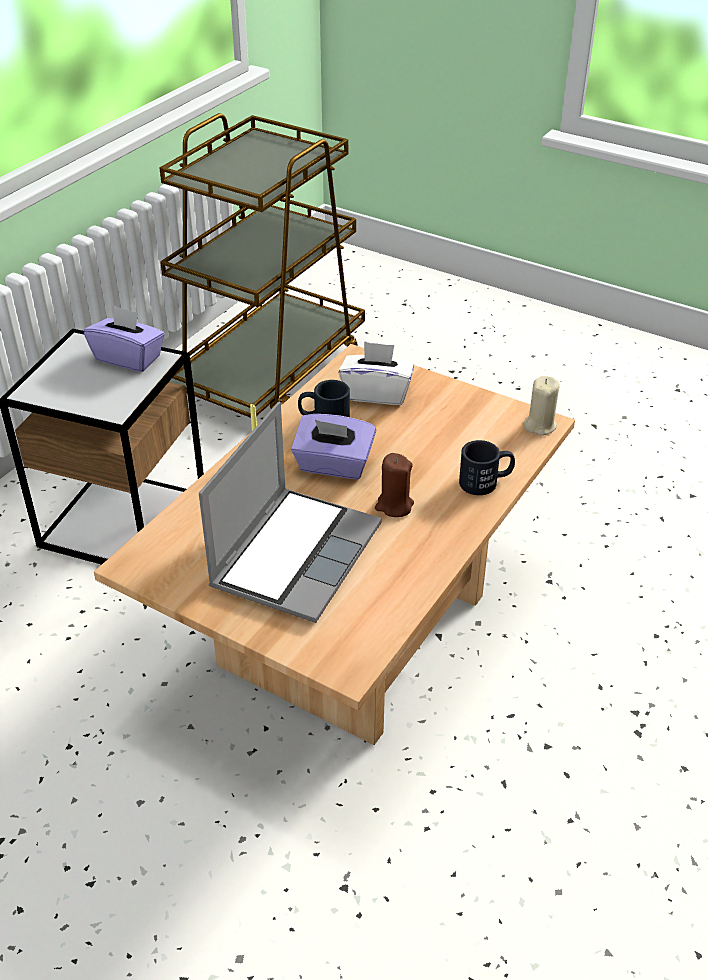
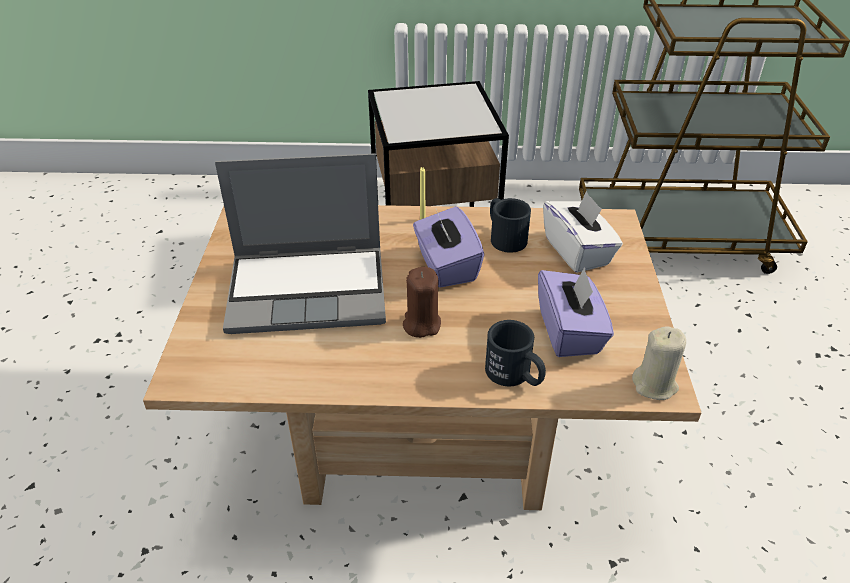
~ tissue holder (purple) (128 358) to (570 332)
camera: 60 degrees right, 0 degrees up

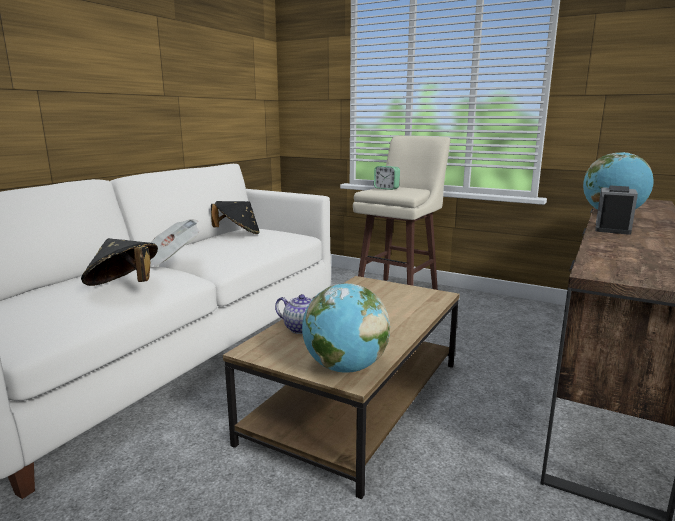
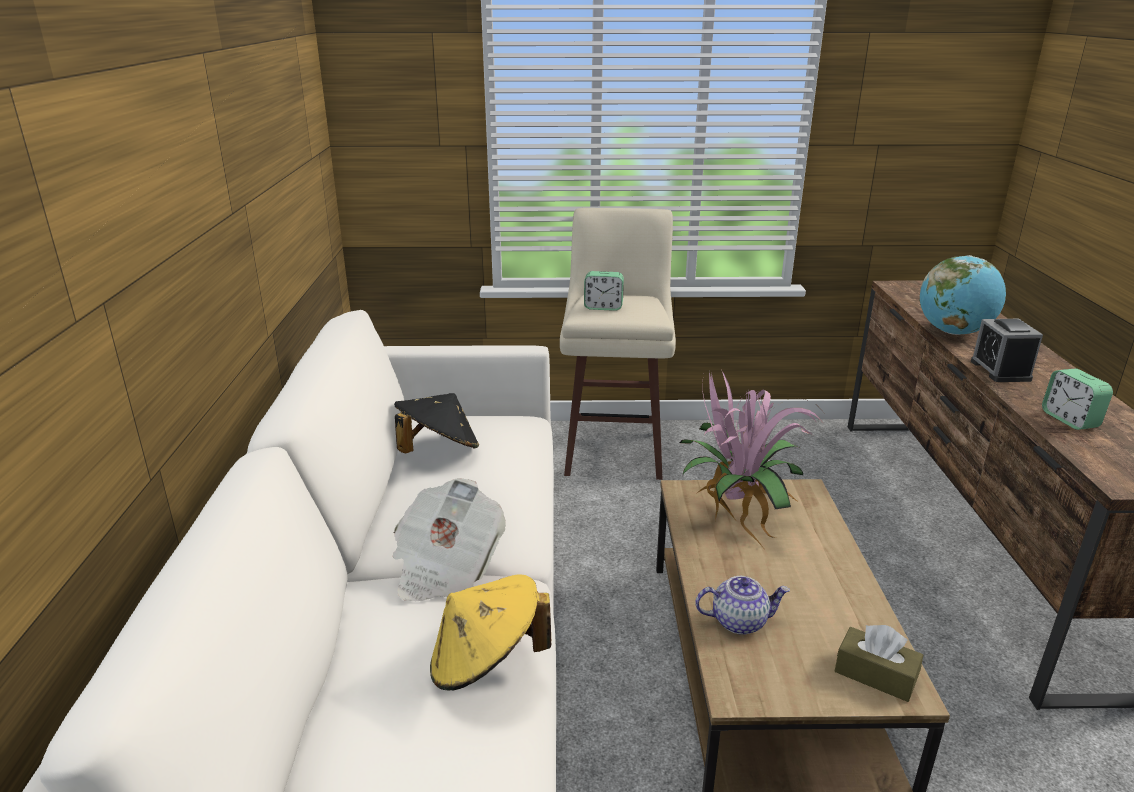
+ potted plant (738 514)
+ bedside clock (1070 420)
~ desk globe (345 368) to tissue holder (brown-coloured) (875 675)
~ clothing hat (black-coloured) (124 287) to clothing hat (yellow) (486 663)
camera: 30 degrees left, 10 degrees up

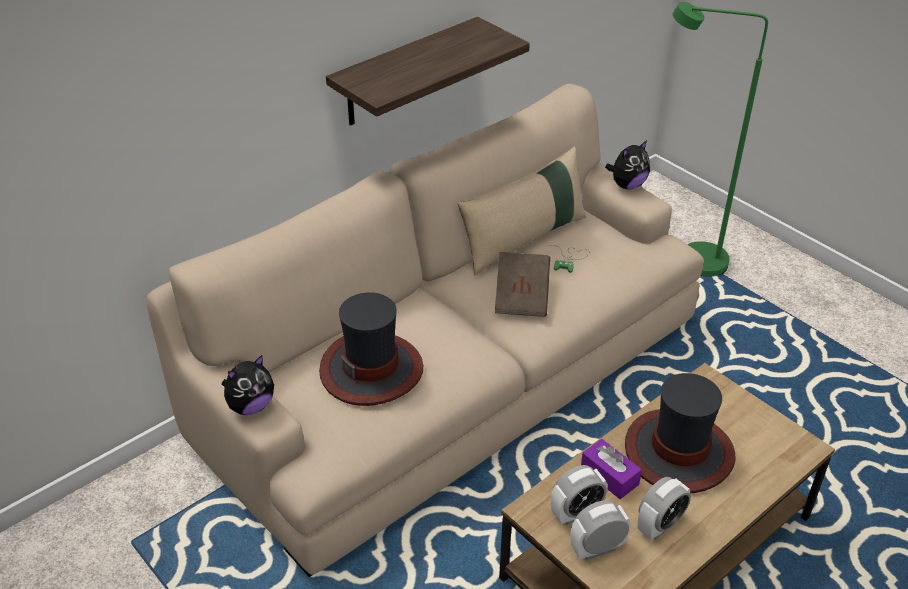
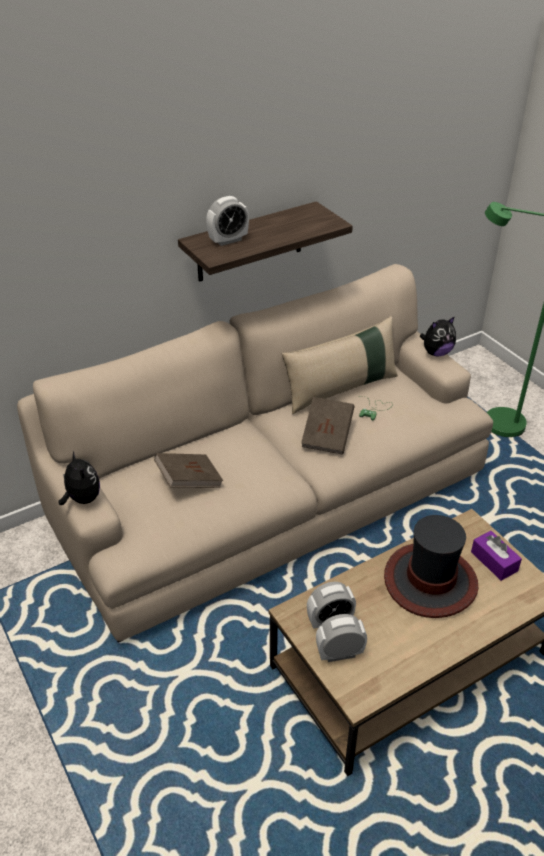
~ tissue holder (purple) (609 476) to (494 561)
~ bedside clock (659 525) to (228 240)
~ clothing hat (372 369) to book (brown-coloured) (189 481)
~ cuddly toy (250 406) = (82 499) 90 degrees counterclockwise
camera: 10 degrees right, 0 degrees up

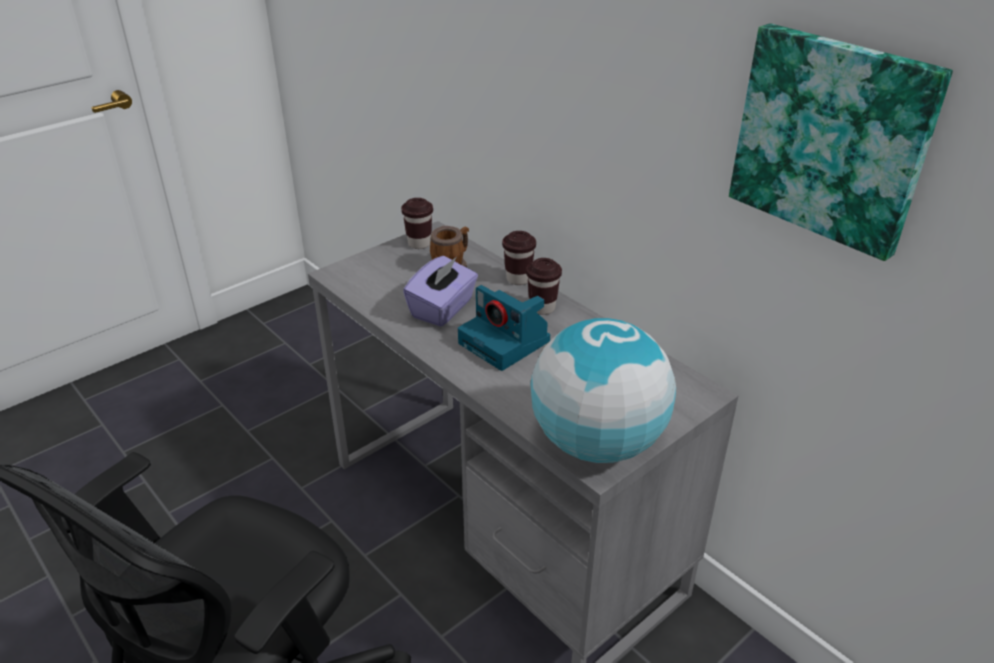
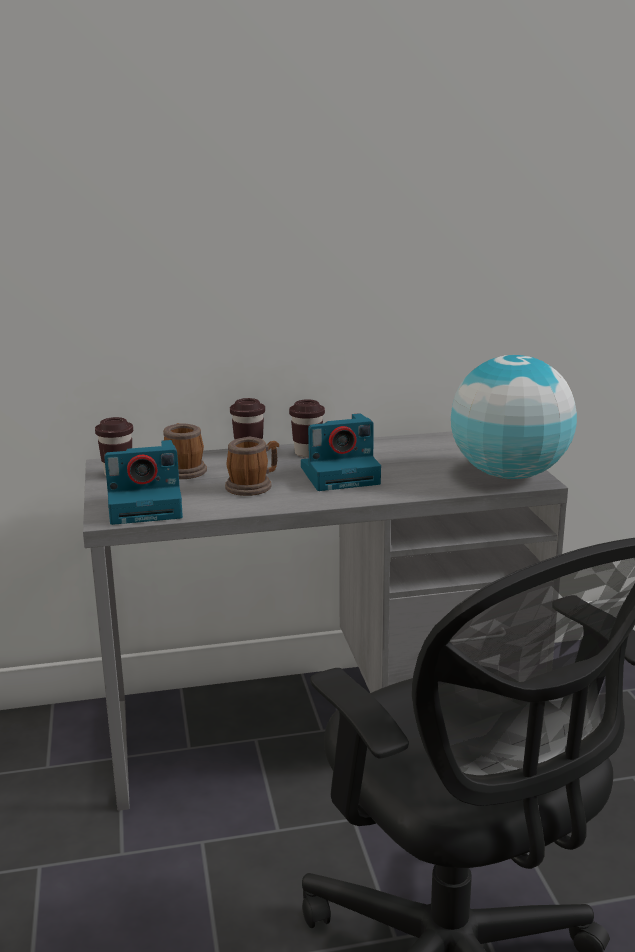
- wall picture (832 138)
+ photo camera (147 506)
~ tissue holder (purple) (443 309) to mug (253 486)
camera: 60 degrees left, 15 degrees down

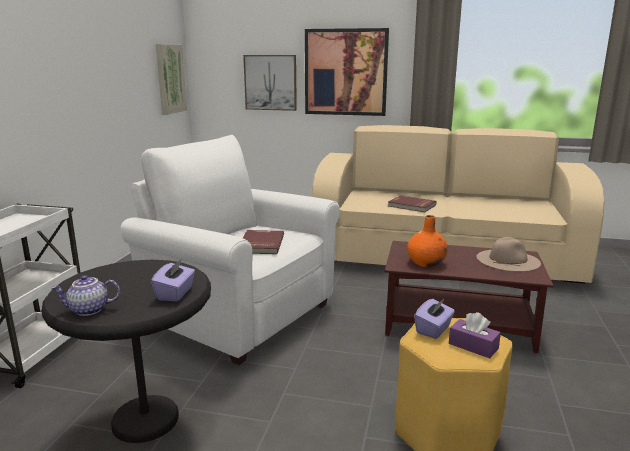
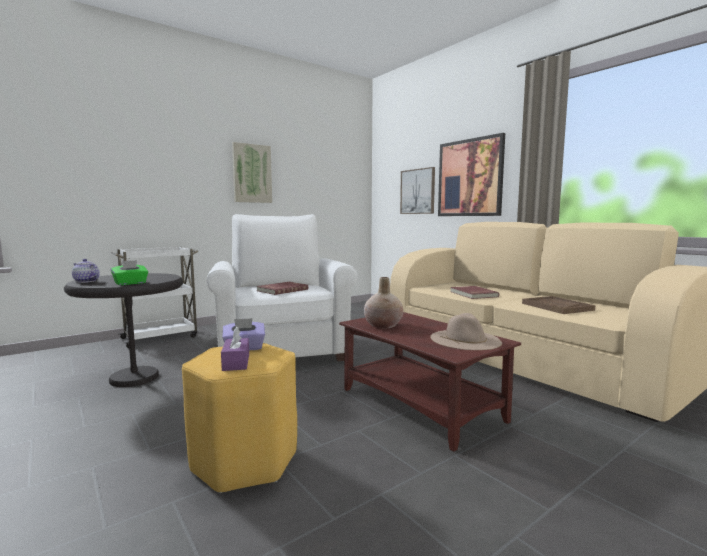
+ carrying tray (brown-coloured) (556 307)
~ wall picture (170 79) to (252 173)
~ tissue holder (purple) (175 293) to tissue holder (greenish) (130 283)
~ flower vase (orange) (426 262) to flower vase (beige-coloured) (383 325)
camera: 40 degrees right, 10 degrees down

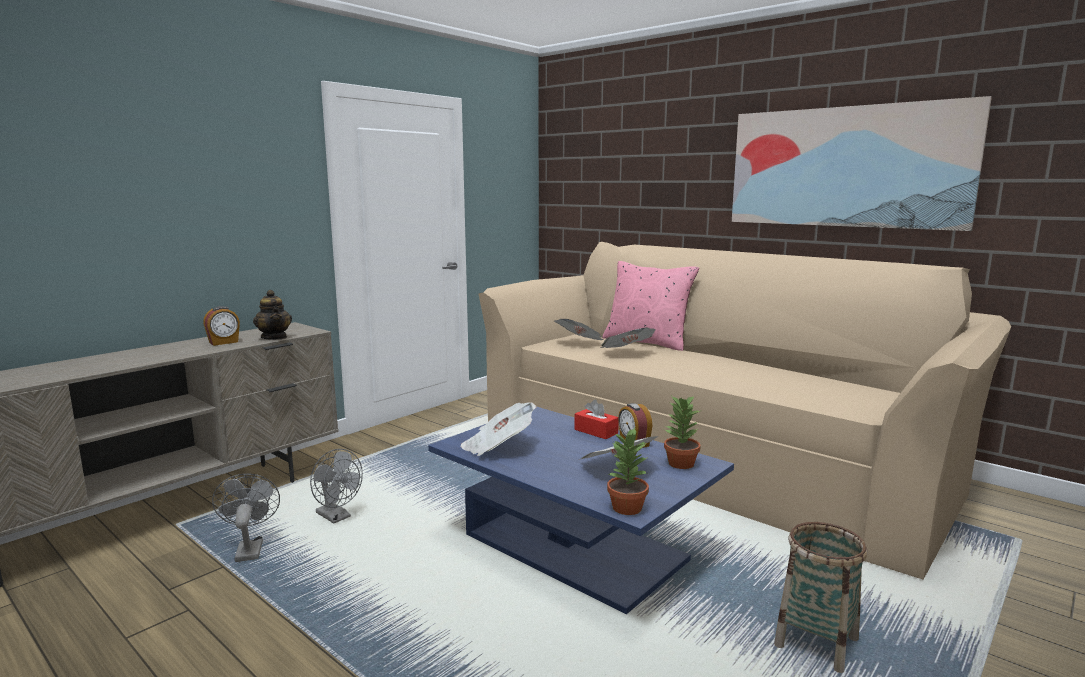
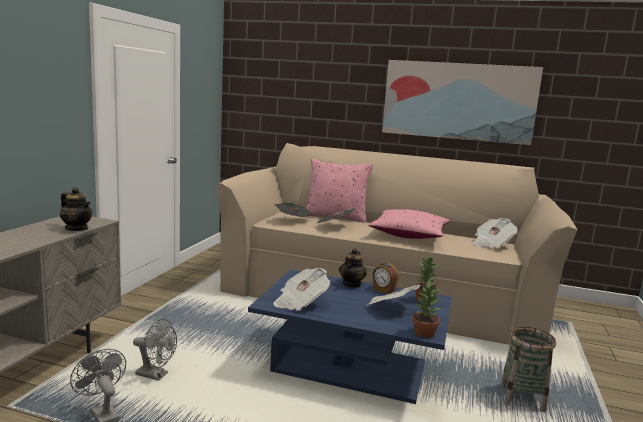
- bedside clock (224 342)
+ throw pillow (pink) (409 235)
+ newspaper (491 244)
~ tissue holder (red) (596 431) to pot for tea (352 284)
camera: 25 degrees left, 0 degrees up

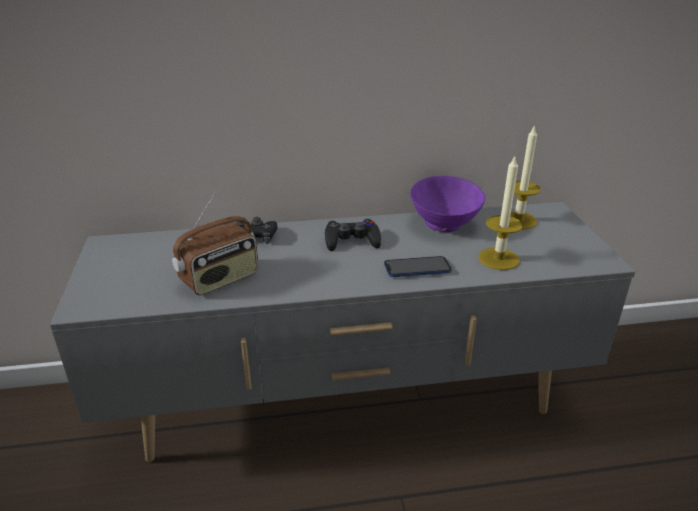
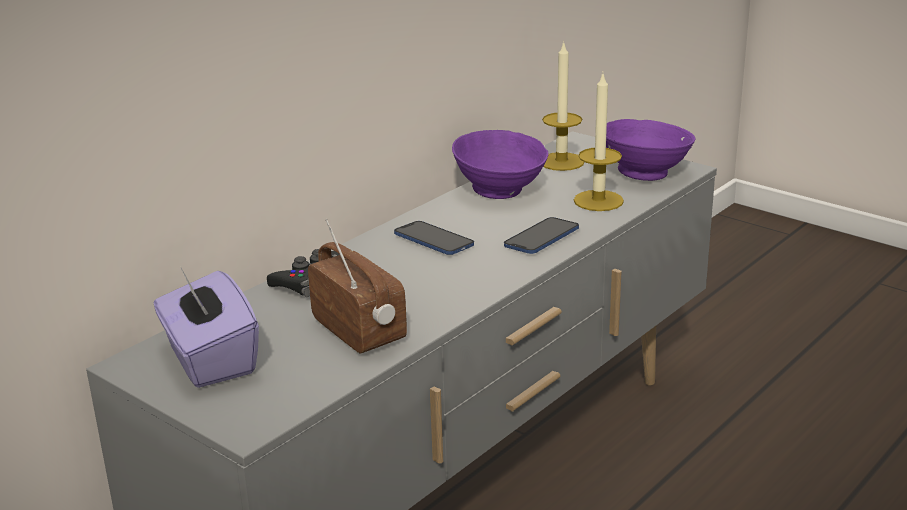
+ tissue holder (purple) (210 360)
+ deep dish (purple) (646 173)
~ joypad (black-coloured) (352 240) to phone (433 240)
~ radio (220 279) = (360 331) 45 degrees counterclockwise
camera: 40 degrees left, 5 degrees down

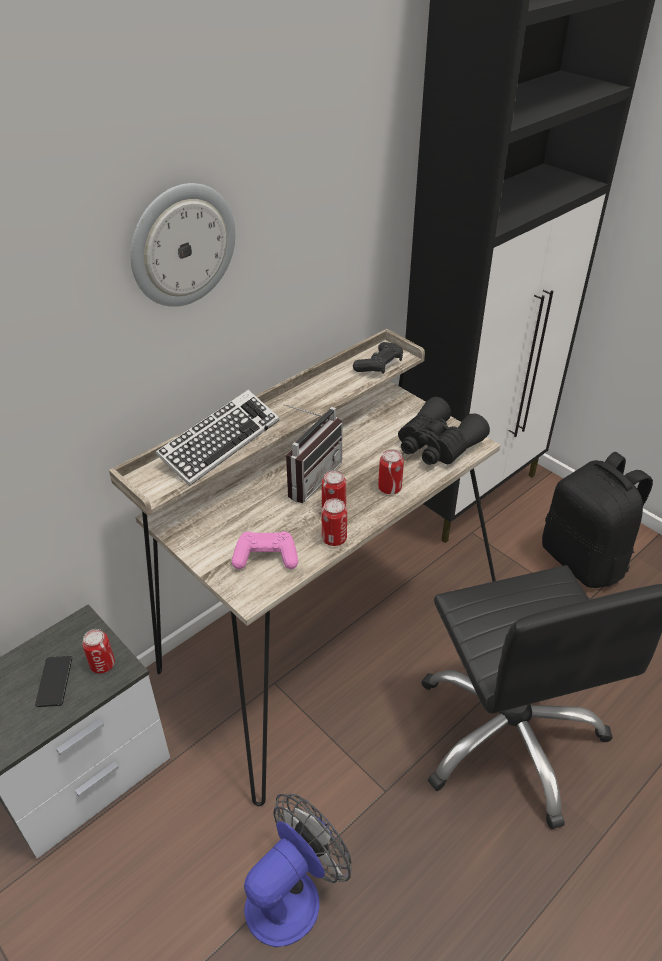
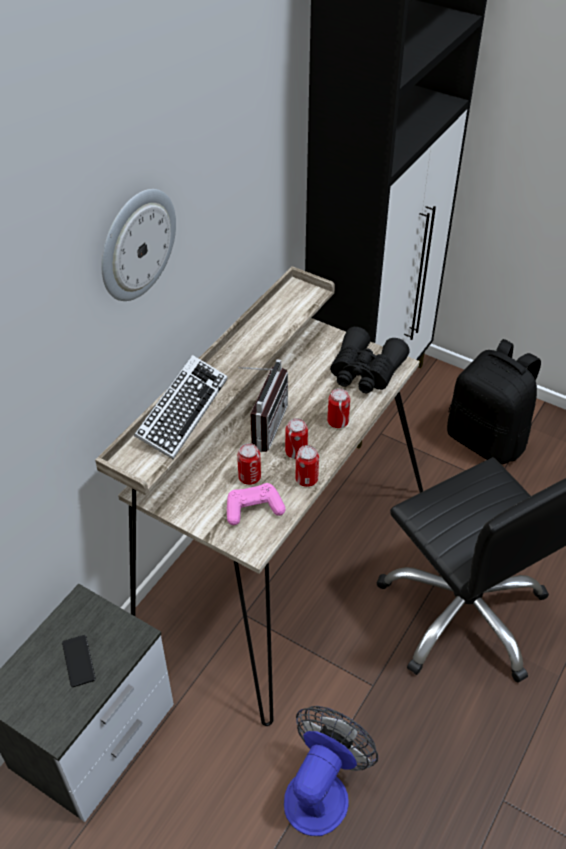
- joypad (black-coloured) (379 365)
~ sealed can (102 664) to (249 477)
camera: 15 degrees left, 5 degrees up

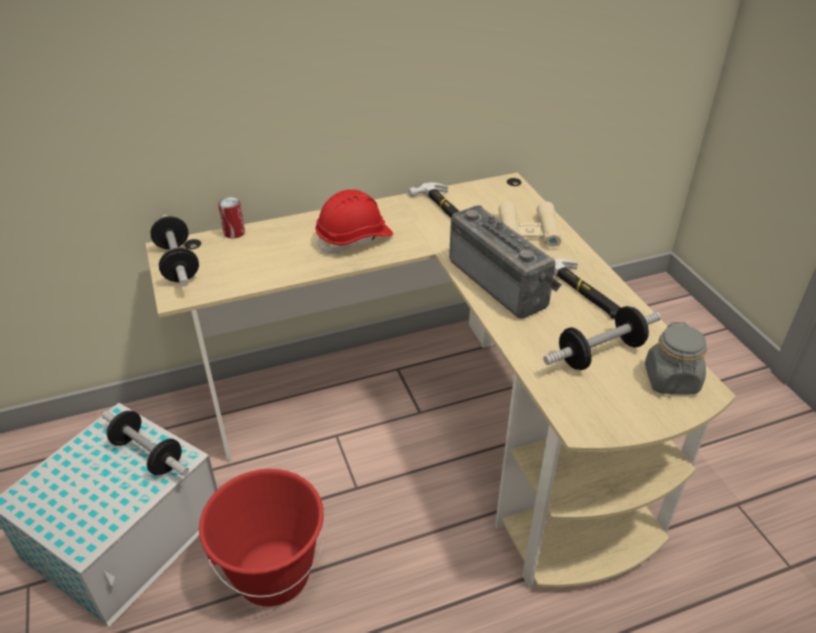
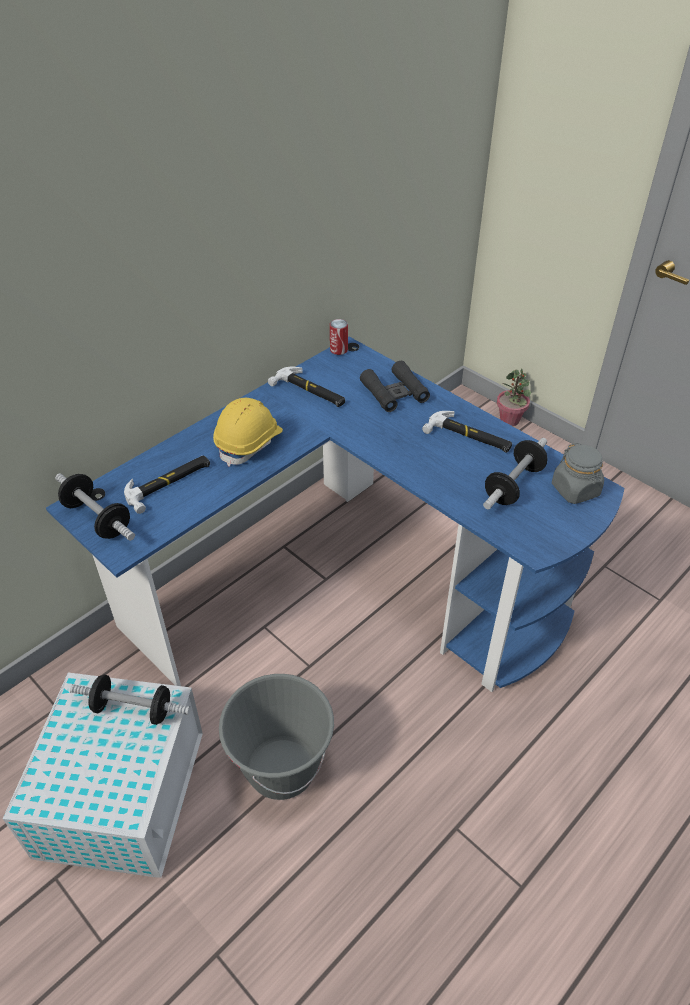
- radio (502 282)
+ hammer (169 483)
+ potted plant (510 420)
~ sealed can (234 233) to (339 350)
~ desk unit (beige-coloured) (442 423) to desk unit (bluish) (350 581)
~ water bucket (red) (273 574) to water bucket (gray) (281 768)
~ hard hat (red) (355 239) to hard hat (yellow) (249 443)
~ field glasses (beige-coloured) (528 232) to field glasses (black-coloured) (394 392)
camera: 25 degrees left, 5 degrees up

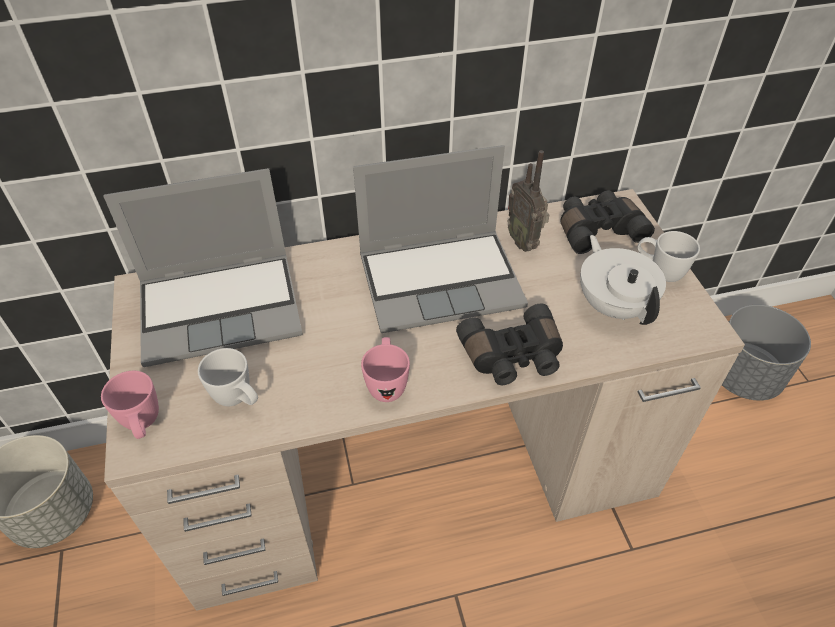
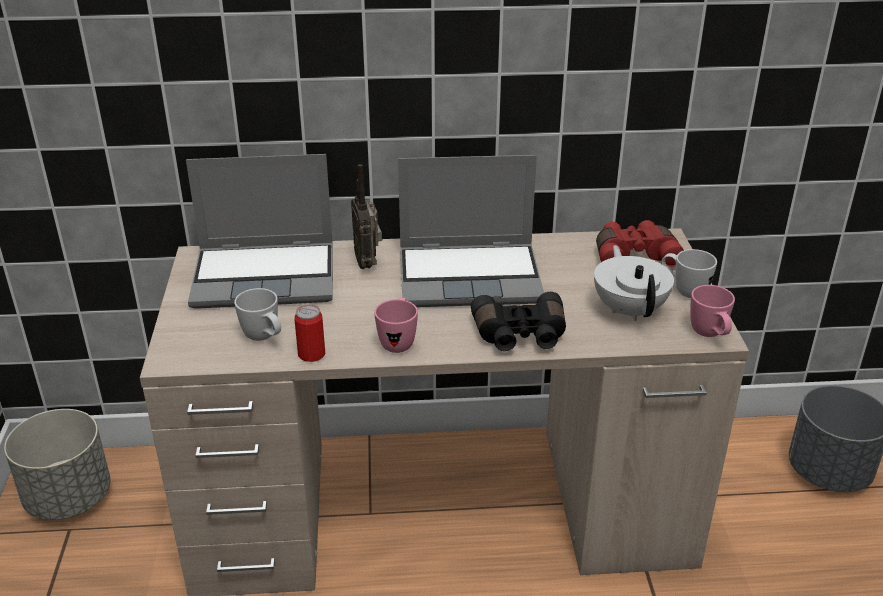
+ sealed can (311 354)
~ mug (pink) (143 425) to (710 335)
~ radio (524 242) to (368 263)
~ field glasses (black-coloured) (598 230) to field glasses (red) (634 255)
camera: 10 degrees right, 15 degrees down

